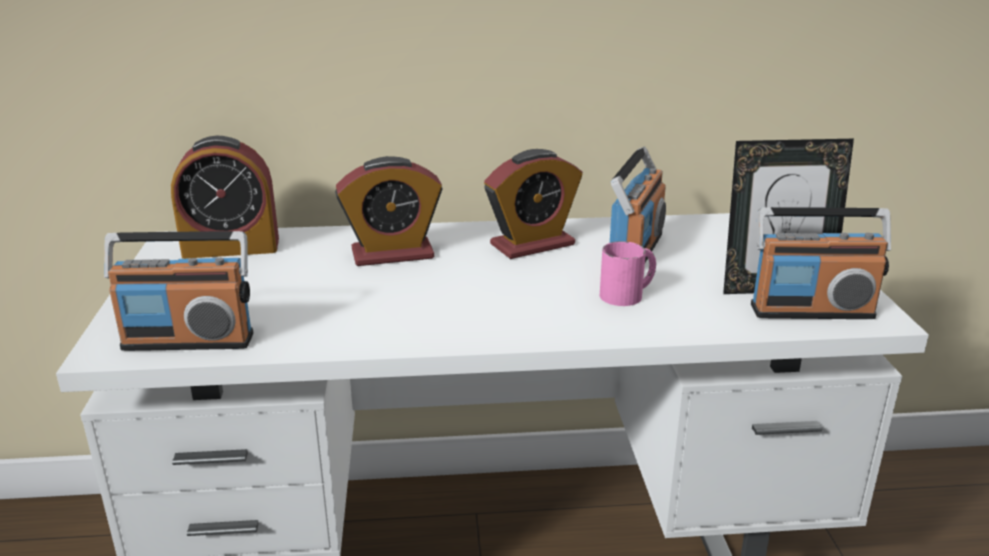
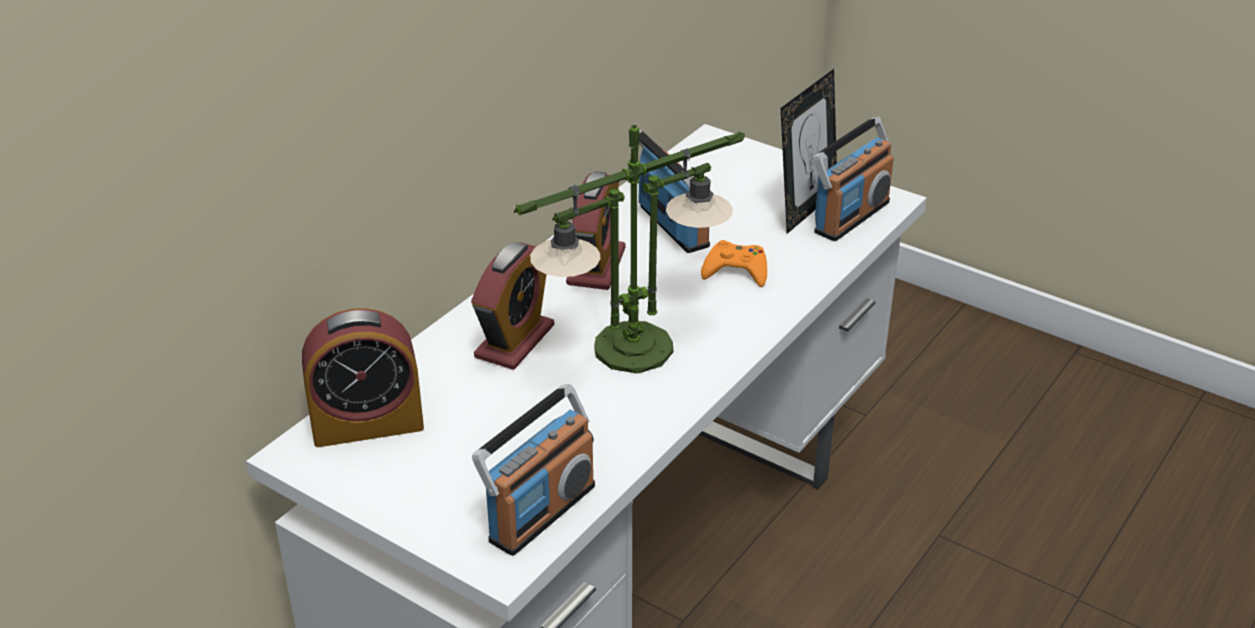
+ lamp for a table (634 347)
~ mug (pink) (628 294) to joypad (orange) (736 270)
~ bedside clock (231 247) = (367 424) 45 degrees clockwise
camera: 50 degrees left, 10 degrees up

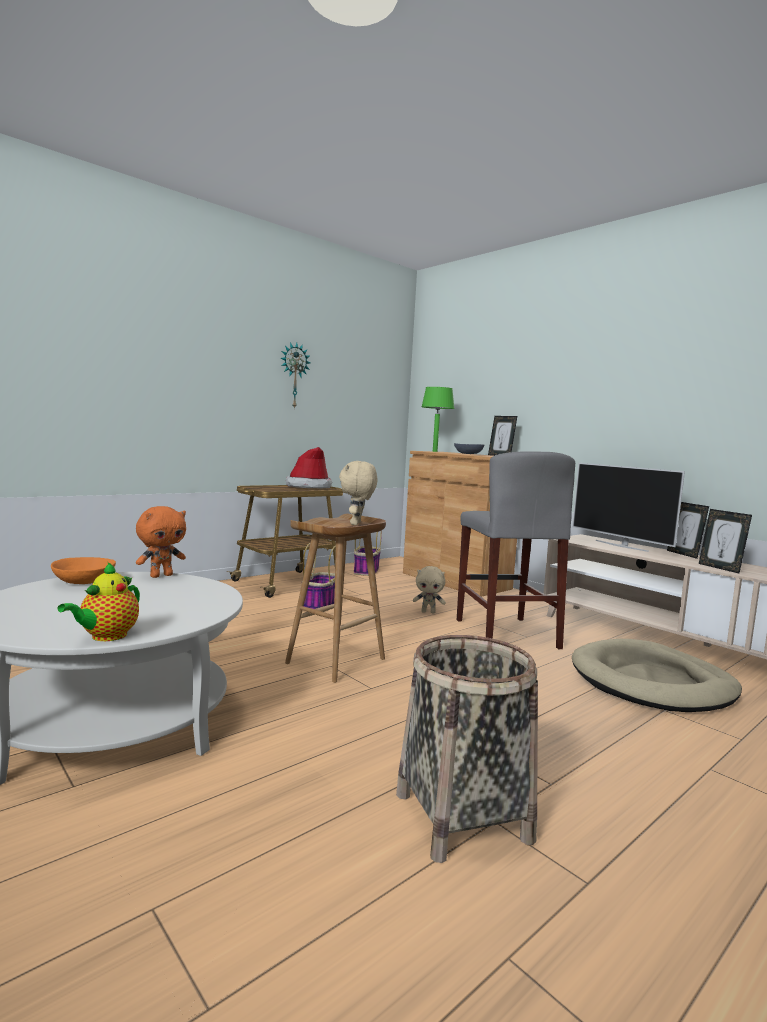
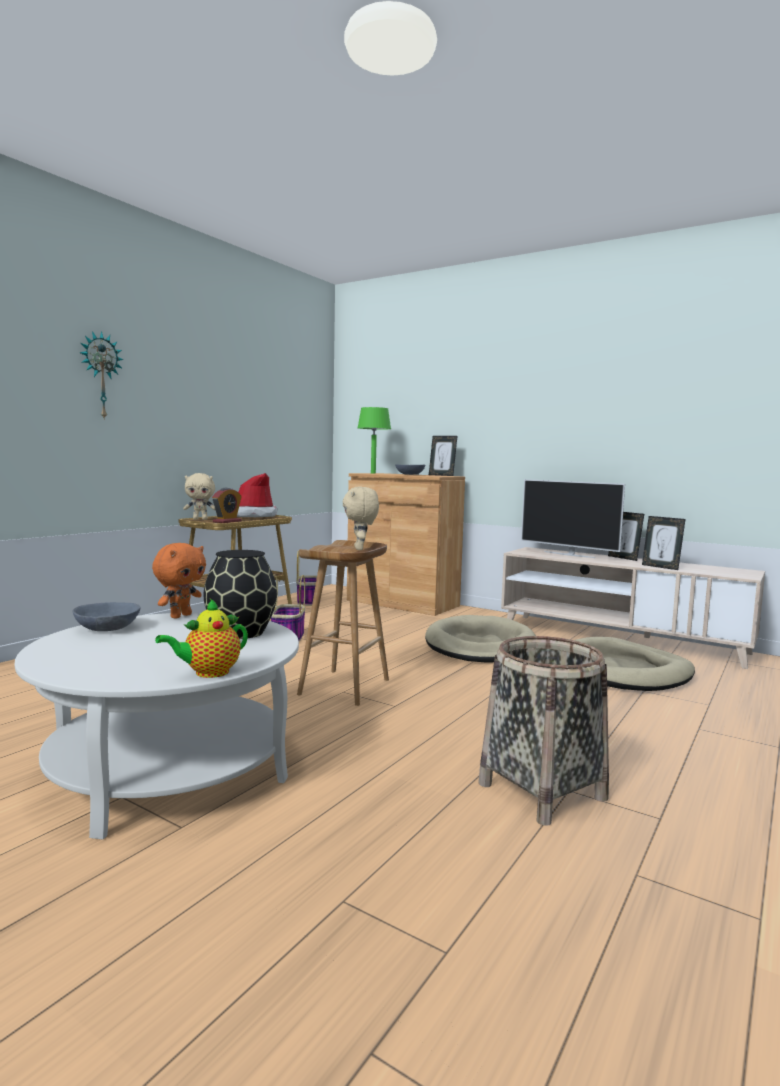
+ flower vase (black-coloured) (239 633)
+ bedside clock (227 521)
~ clock on the wall (293 375) to (100 376)
~ cuddly toy (beige-coloured) (428 612) to (200 519)
~ sitting stool (gray) (505 633) to pet bed (beige-coloured) (480 645)
~ deep dish (orange) (84 581) to deep dish (gray) (108 628)
~ pot for tea (106 637) = (208 673) 45 degrees clockwise
camera: 15 degrees left, 0 degrees up

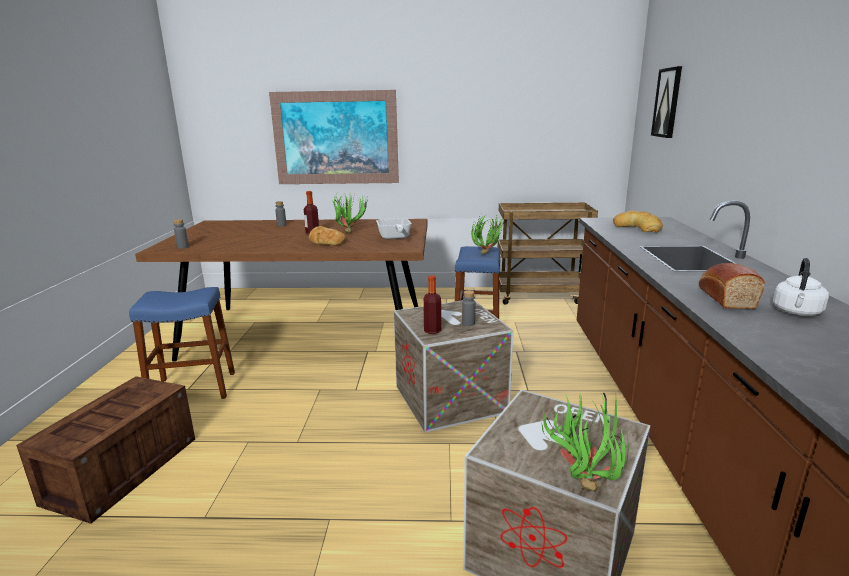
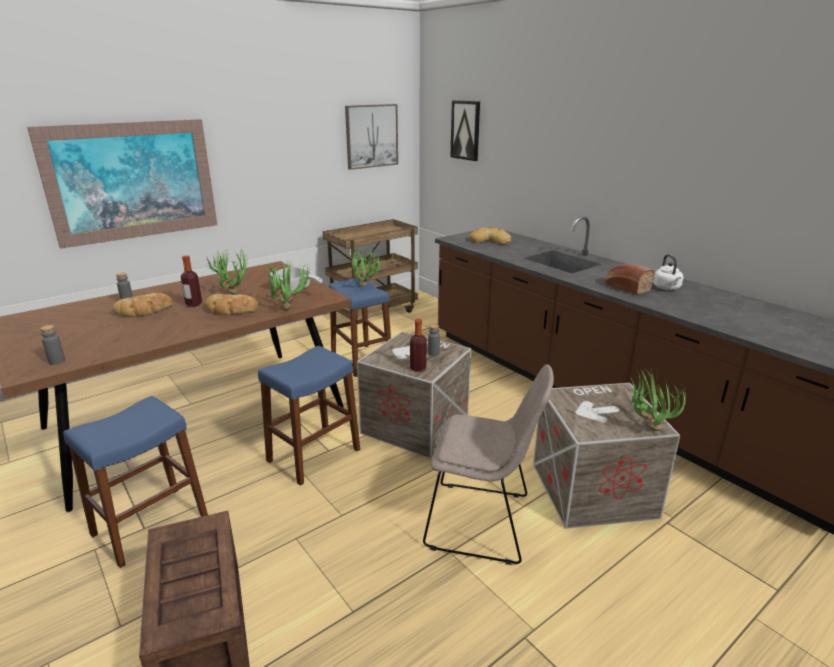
+ bread (144 310)
+ sitting stool (bluish) (314 455)
+ potted plant (288 307)
+ wall picture (371 136)
+ upright chair (beige-coloured) (483 522)
camera: 40 degrees left, 5 degrees up

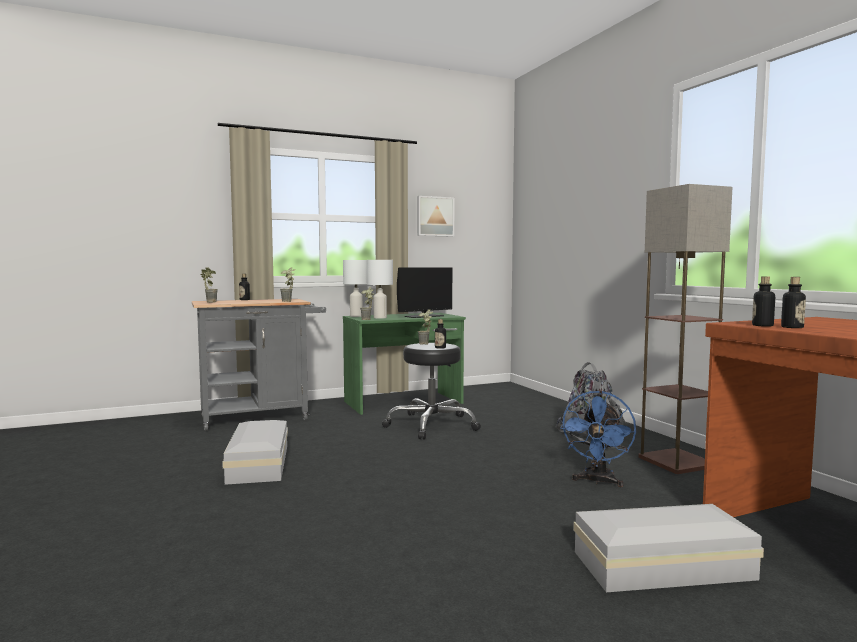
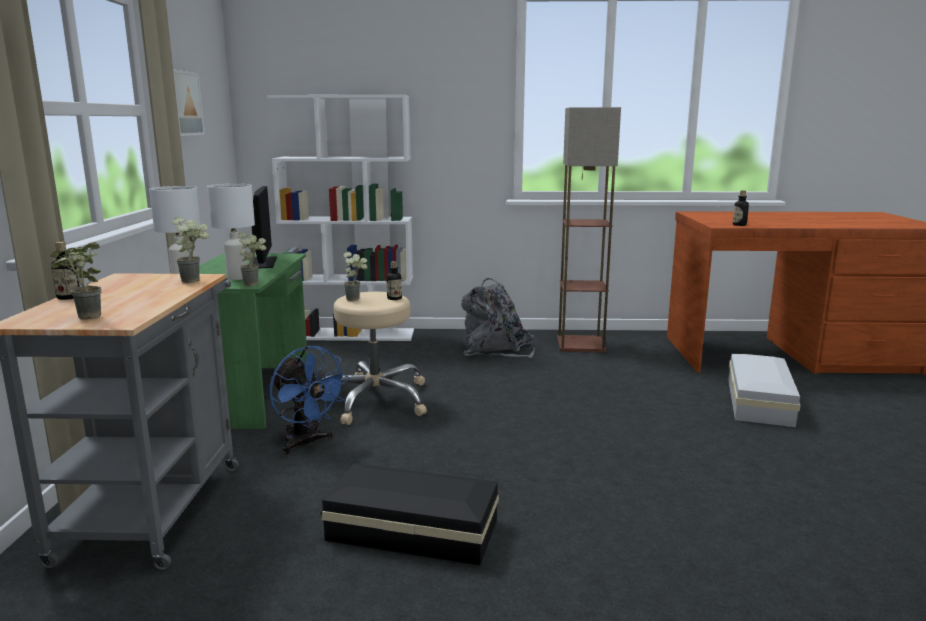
- bottle (792 327)
+ bookcase (white-coloured) (351 334)
~ fan (bluish) (597 481) to (307 443)
~ storage box (white-coloured) (260 463) to storage box (black-coloured) (411 528)
~ sitting stool (black-coloured) (431 425) to sitting stool (beige-coloured) (374 400)
camera: 65 degrees left, 10 degrees up

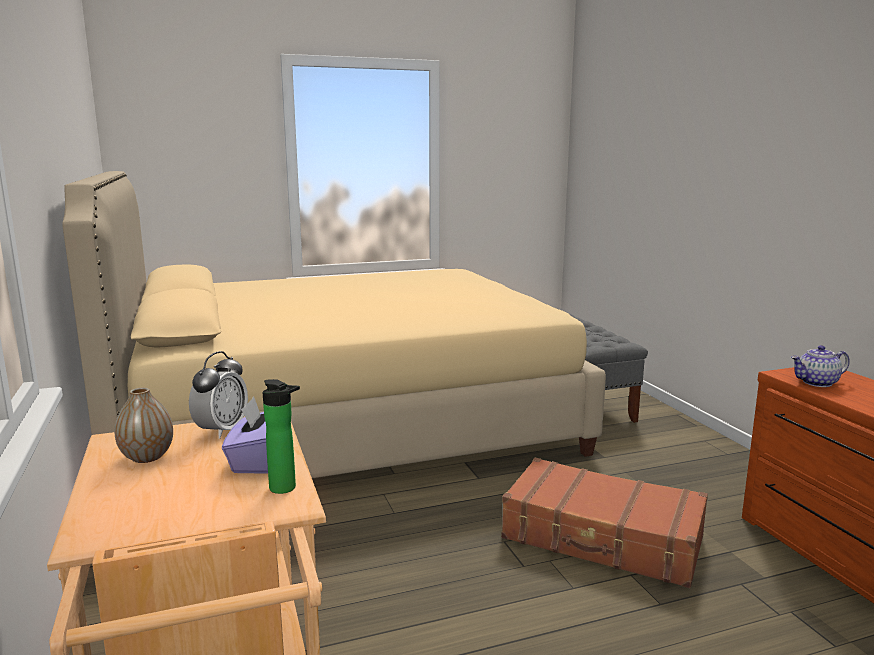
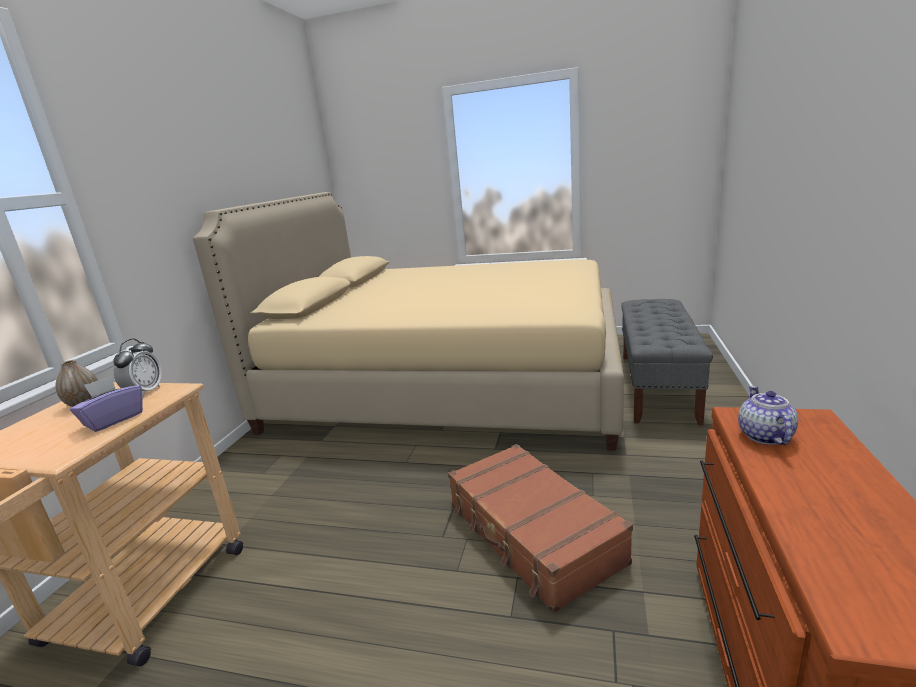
- bottle (286 489)
~ bedside clock (221 430) = (145 392) 45 degrees counterclockwise
~ pot for tea (817 383) = (764 435) 75 degrees clockwise
camera: 35 degrees right, 5 degrees up

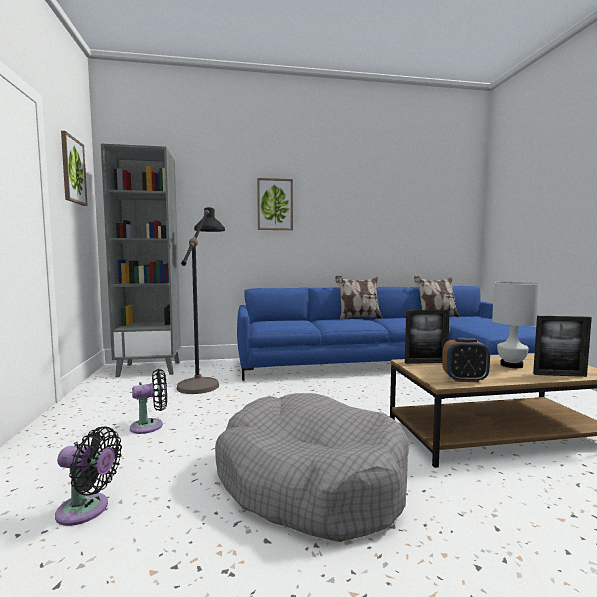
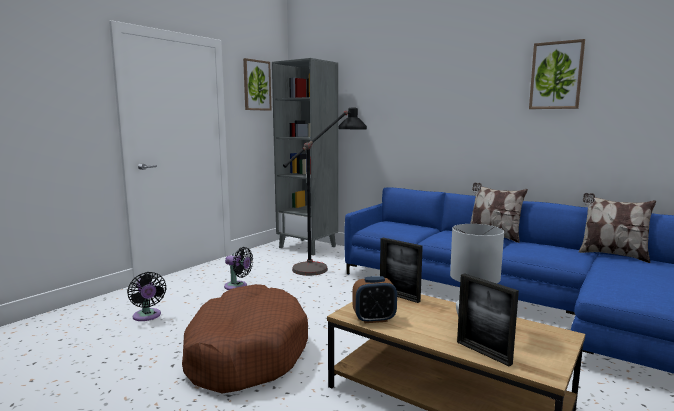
~ wall picture (275 204) to (556 75)
~ pet bed (gray) (310 480) to pet bed (brown-coloured) (245 352)
~ bedside clock (464 379) = (374 319) 60 degrees counterclockwise
camera: 45 degrees right, 5 degrees up

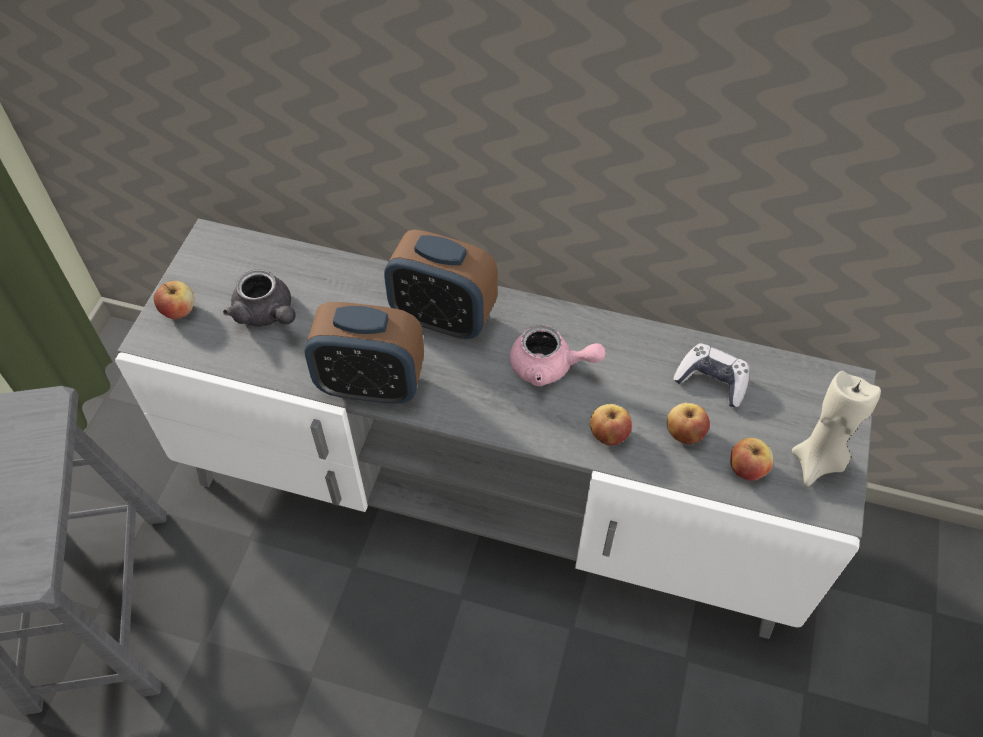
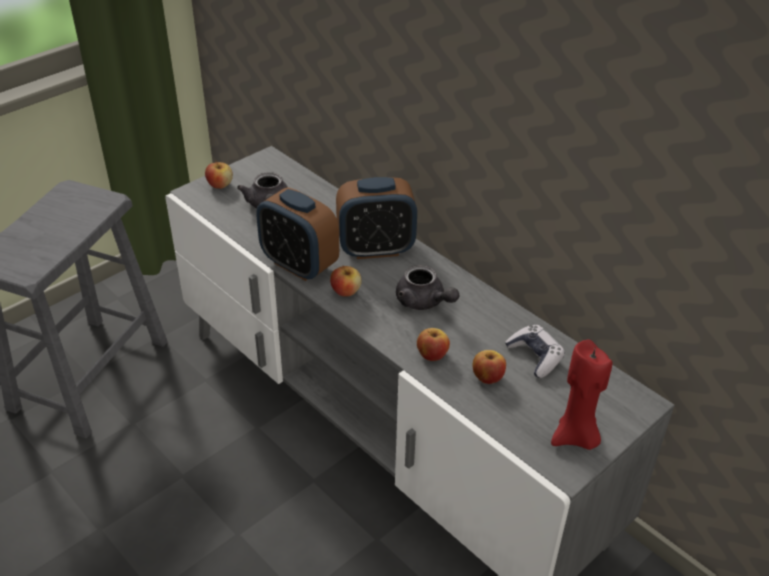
~ apple (746 468) to (346 291)
~ pot for tea (pink) (550 367) to pot for tea (gray) (424 302)
~ wax candle (beige-coloured) (817 462) to wax candle (red) (576 437)
~ bedside clock (443 318) = (376 249) 60 degrees counterclockwise
camera: 30 degrees right, 15 degrees down

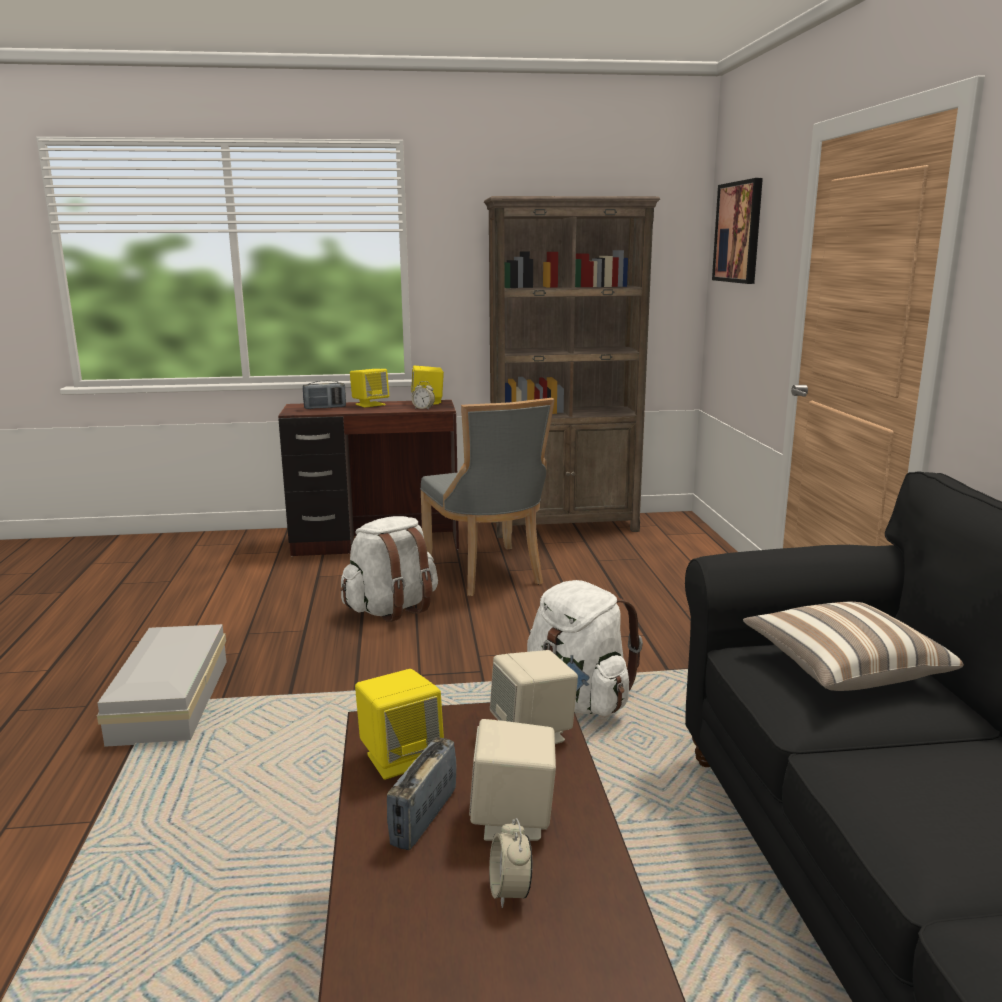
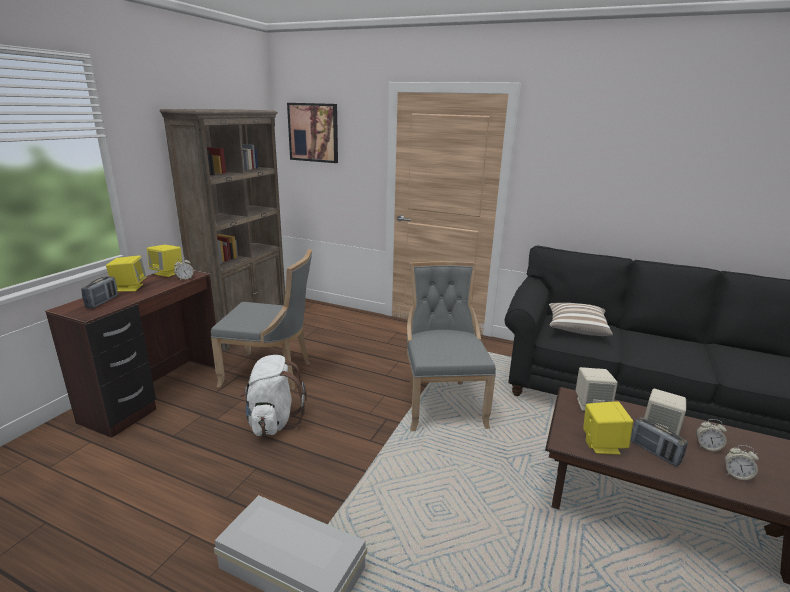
+ bedside clock (736 475)
~ knapsack (white-coloured) (578 700) to upright chair (gray) (442 402)
camera: 60 degrees left, 5 degrees up

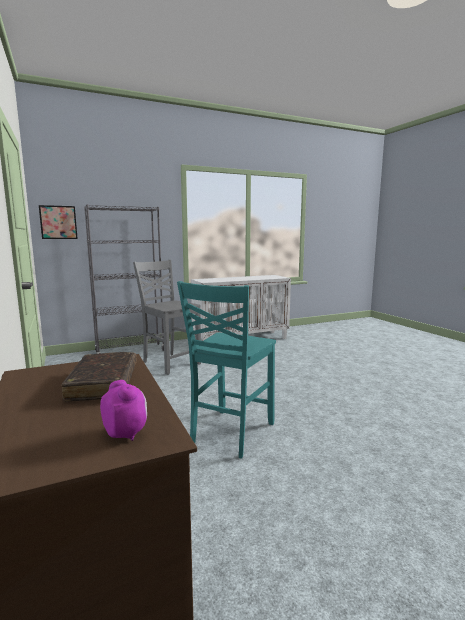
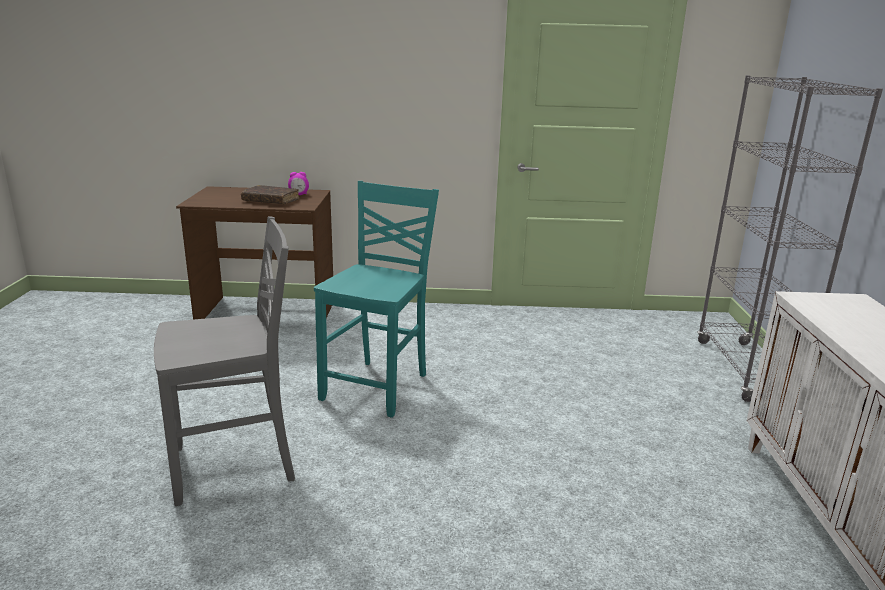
- wall picture (58 222)
~ bedside clock (126 433) to (299 195)
~ upright chair (gray) (170 363) to (236 466)
~ upright chair (turquoise-coloured) (230 433) = (378 387) 60 degrees clockwise
camera: 115 degrees right, 10 degrees up

